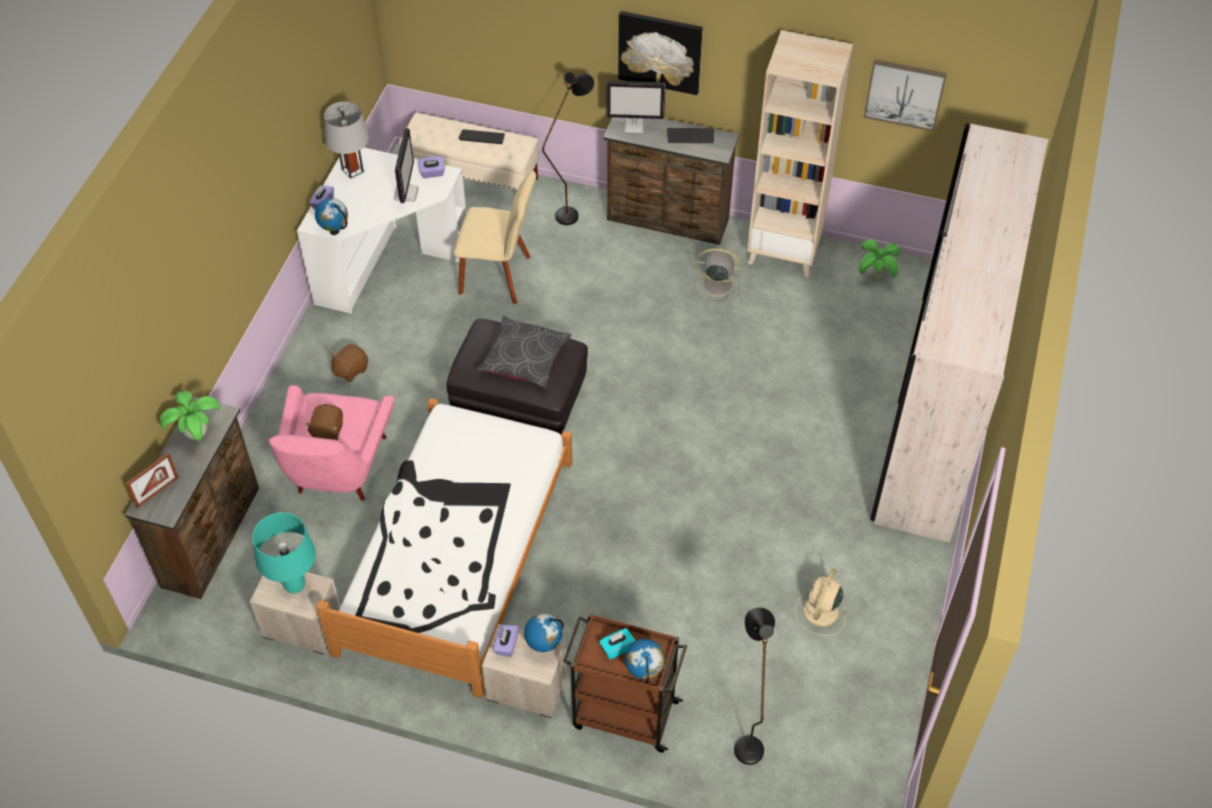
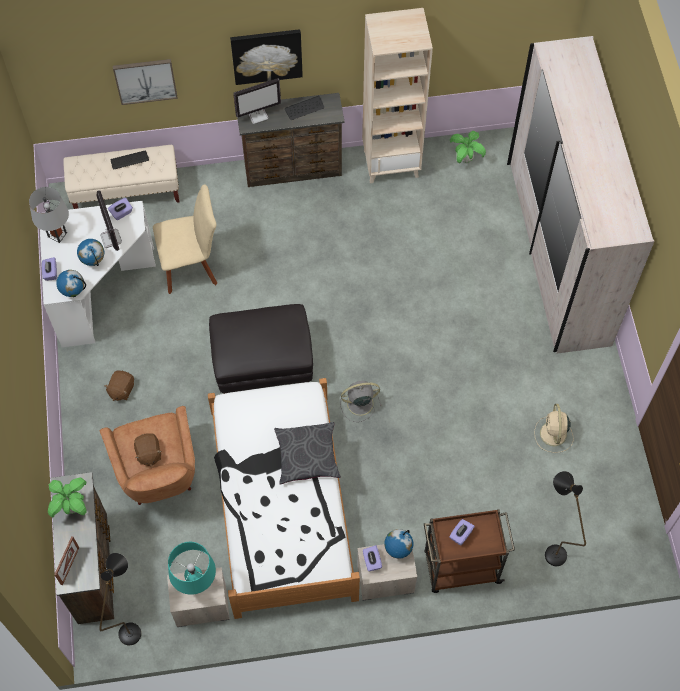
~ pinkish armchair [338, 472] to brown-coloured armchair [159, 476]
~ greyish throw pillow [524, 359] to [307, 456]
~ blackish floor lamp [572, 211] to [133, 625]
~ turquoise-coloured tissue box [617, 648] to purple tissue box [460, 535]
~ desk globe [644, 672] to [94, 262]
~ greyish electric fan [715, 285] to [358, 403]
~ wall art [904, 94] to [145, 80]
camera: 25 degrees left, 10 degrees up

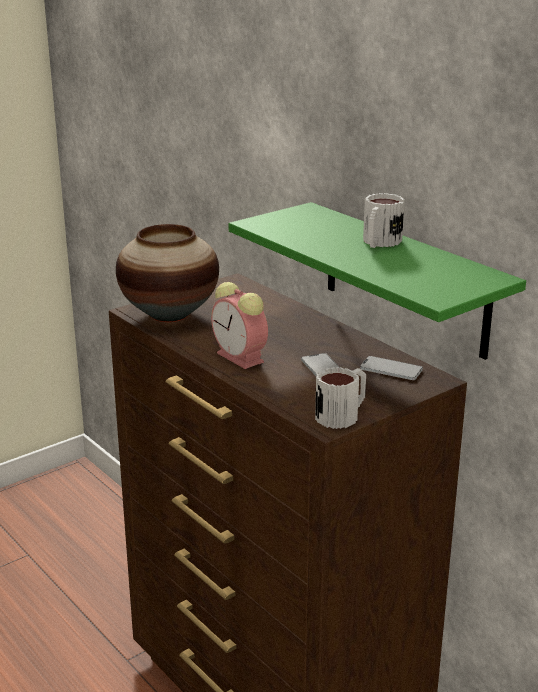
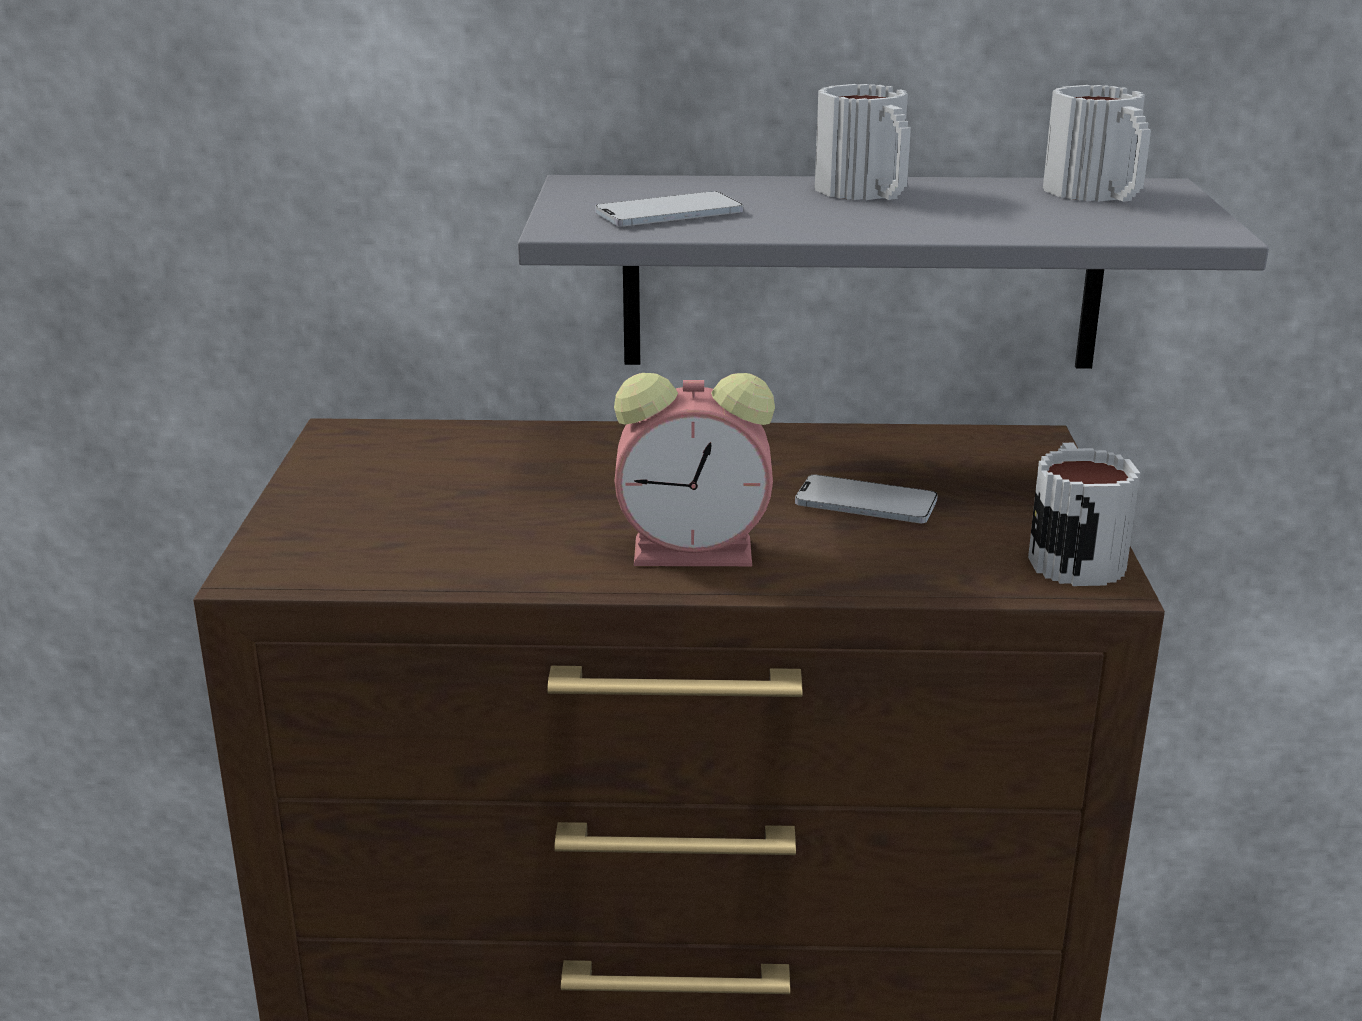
- vase [170, 314]
~ green-coloured wall shelf [405, 279] to greyish wall shelf [861, 272]
~ phone [391, 369] to [669, 213]
+ coffee mug [1099, 195]
camera: 50 degrees left, 0 degrees up

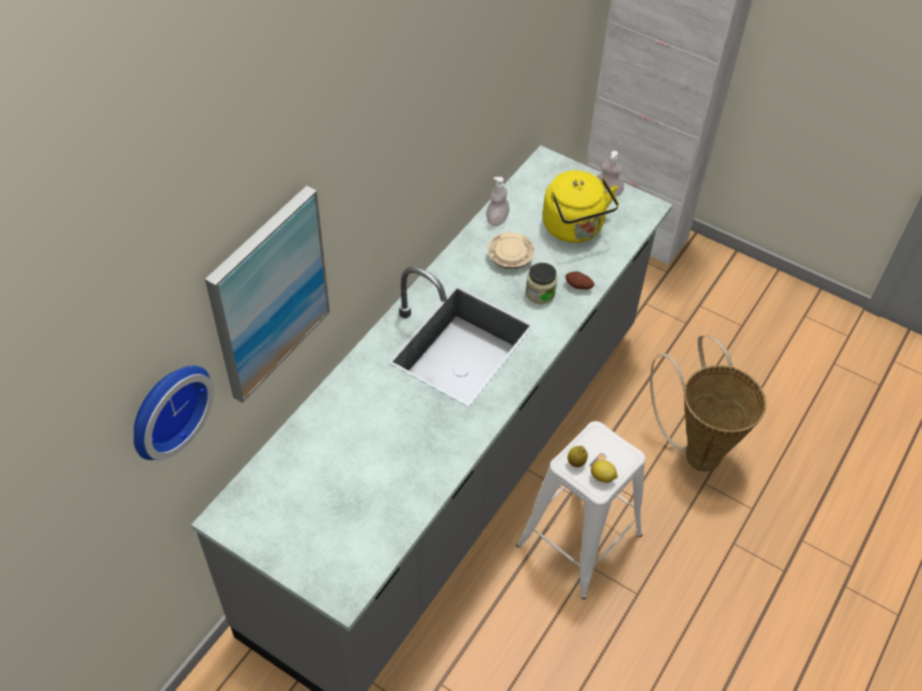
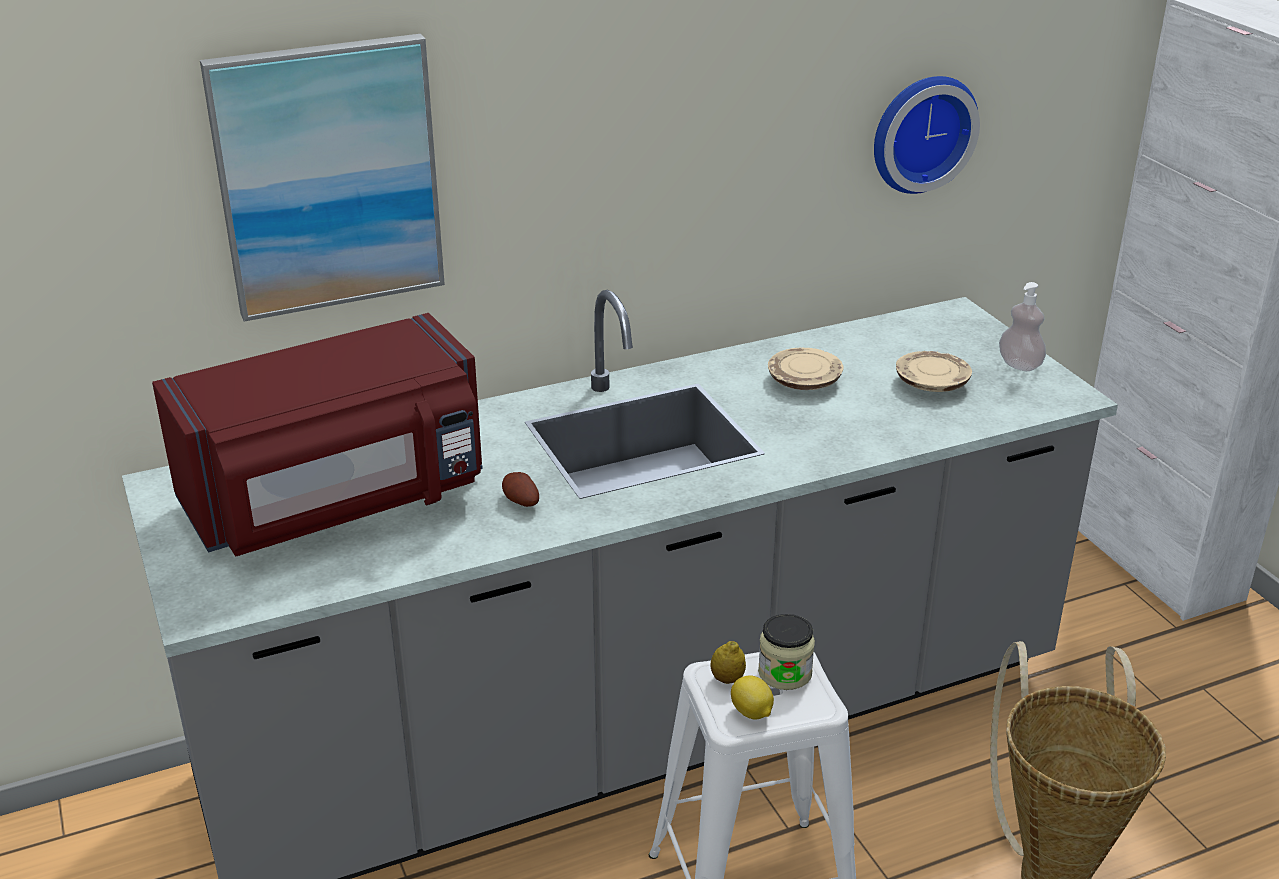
~ hanging clock [166, 408] to [920, 132]
- liquid soap bottle [497, 219]
~ storage jar [540, 293] to [785, 673]
~ yellow-coloured kettle [575, 229] to beige-coloured dinner plate [931, 383]
~ potato [578, 287] to [520, 502]
+ red microwave oven [339, 502]
camera: 35 degrees right, 20 degrees down

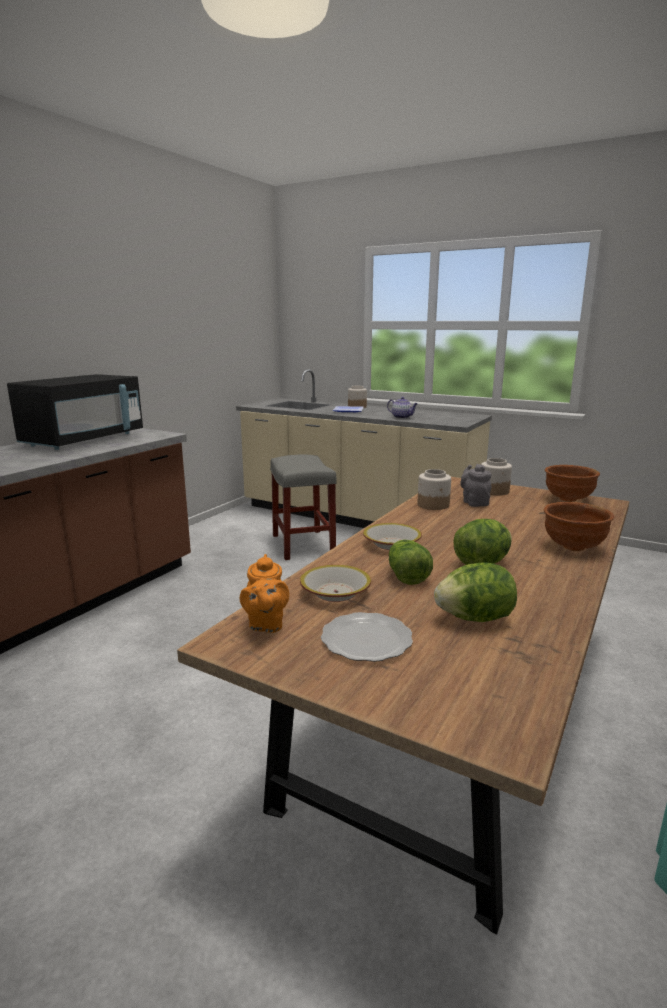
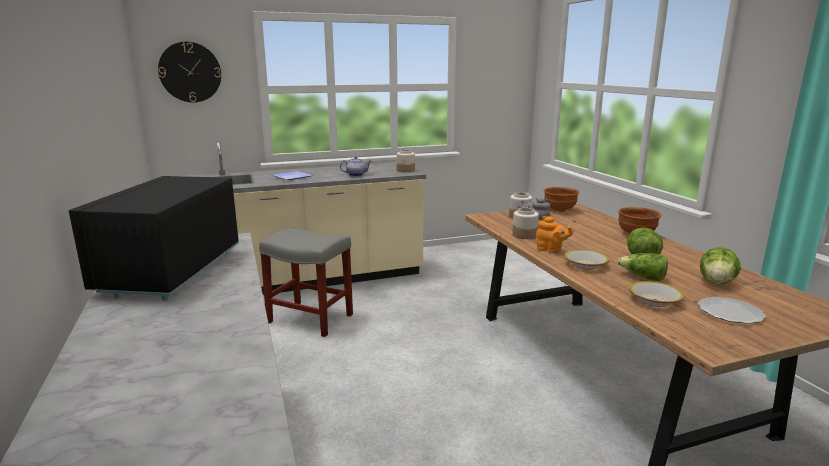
~ blackish microwave oven [85, 440] = [171, 271] 150 degrees counterclockwise
~ orange-coloured pot for tea [265, 624] to [551, 250]
~ storage jar [357, 407] to [405, 170]
+ hanging clock [190, 72]
camera: 50 degrees left, 0 degrees up

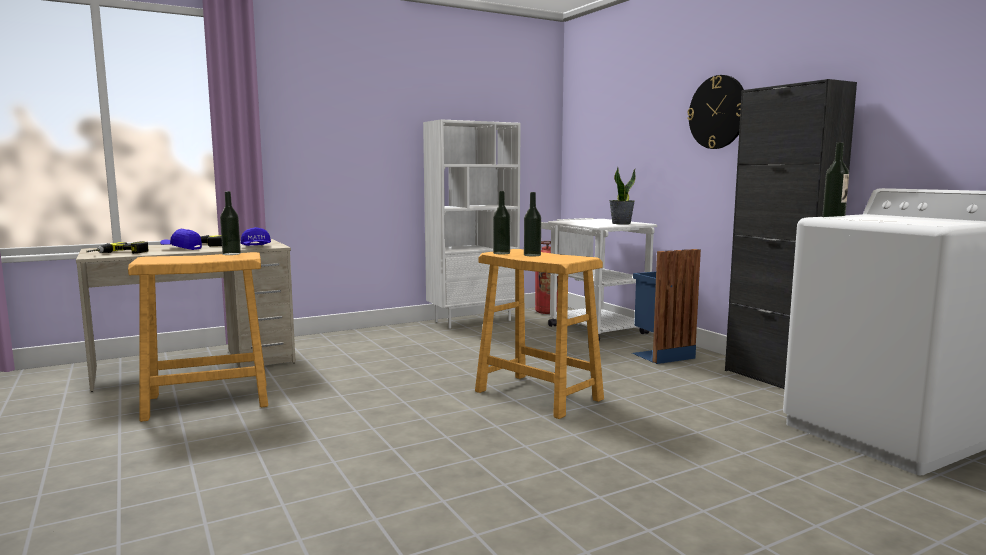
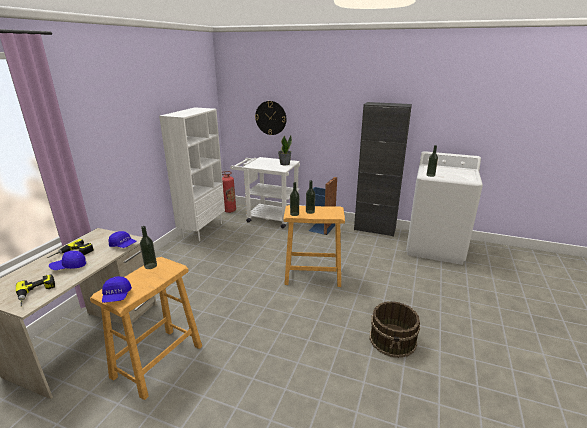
~ hanging clock [717, 112] to [271, 118]
+ blue-coloured cap [117, 296]
+ brown-coloured water bucket [393, 339]
camera: 40 degrees left, 15 degrees up

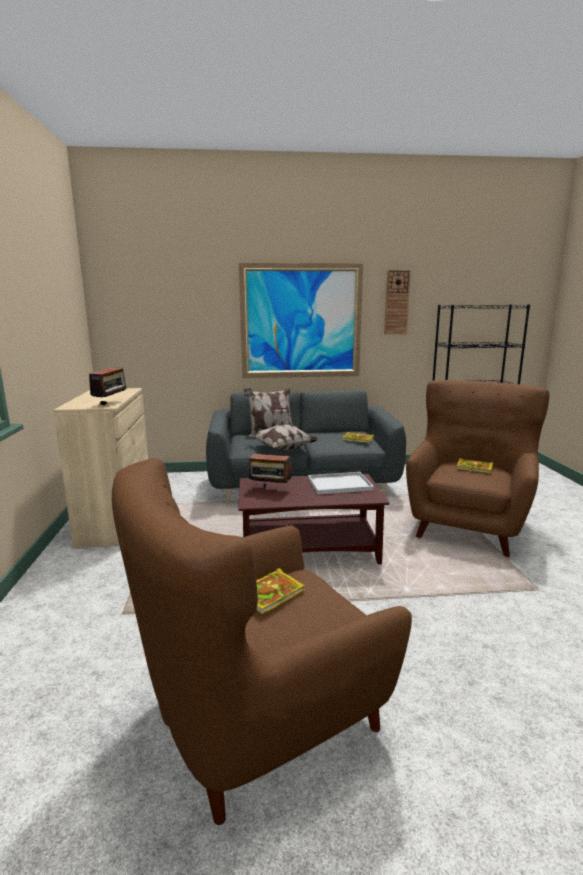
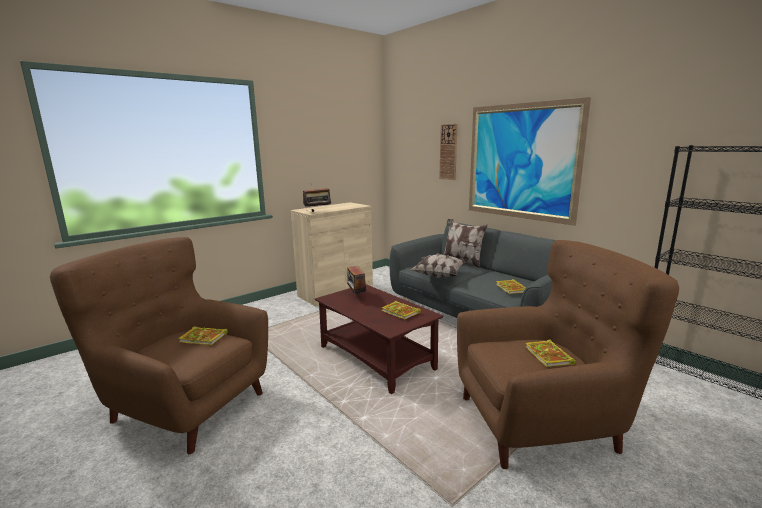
~ whitish serving tray [340, 484] to volume [401, 312]
~ hanging clock [396, 302] to [448, 152]
camera: 55 degrees right, 0 degrees up

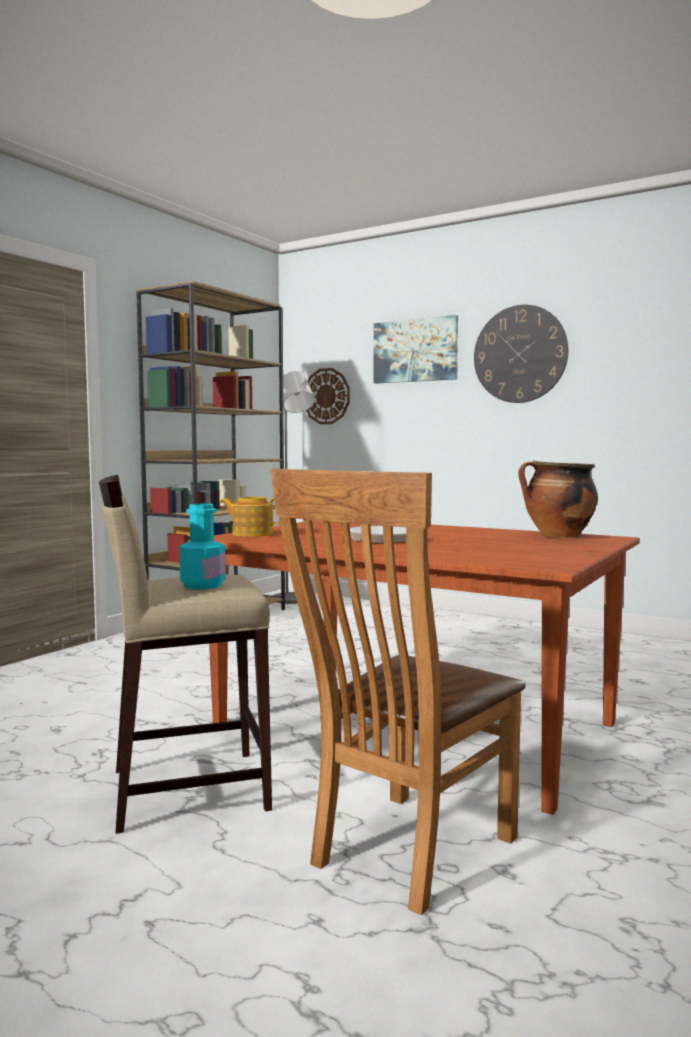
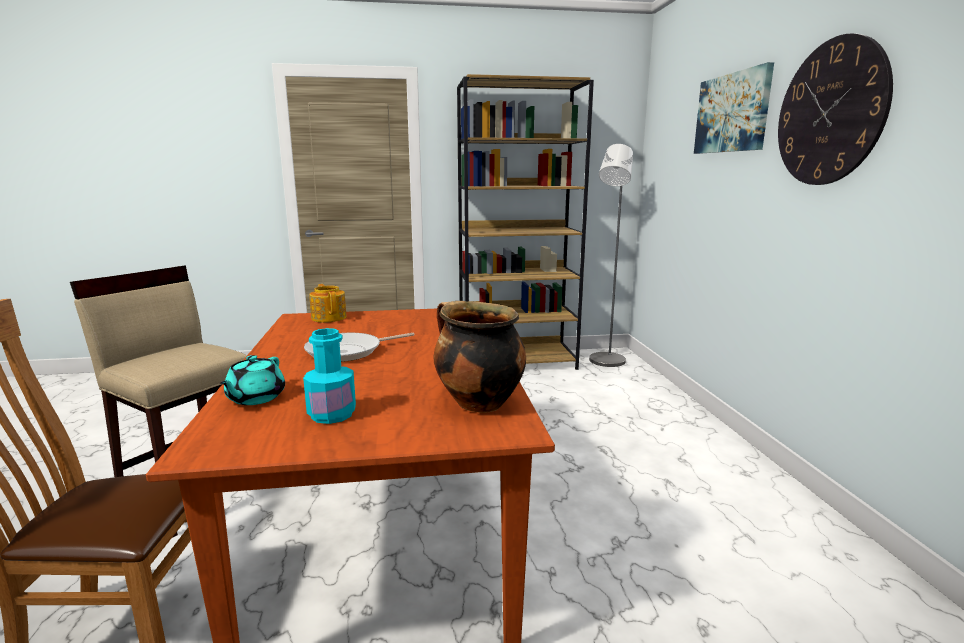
~ turquoise-coloured bottle [203, 585] to [332, 414]
- hanging clock [326, 396]
+ turquoise-coloured pot for tea [255, 398]
camera: 50 degrees right, 10 degrees up

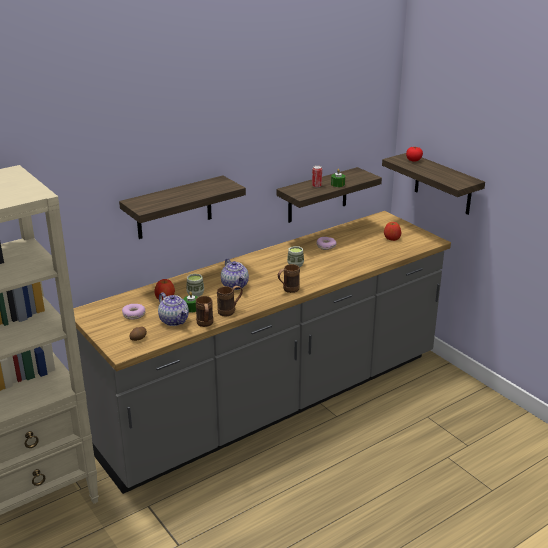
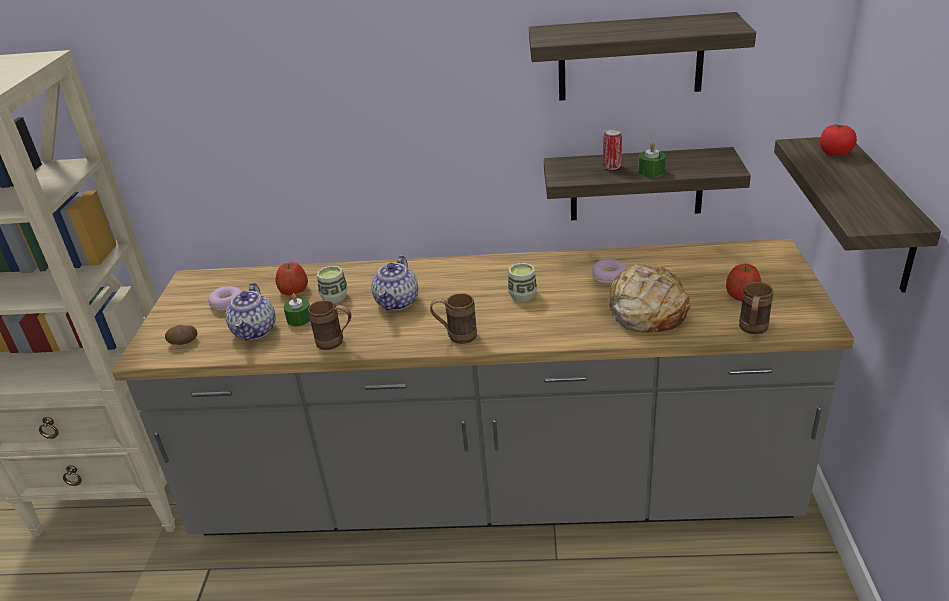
~ wall shelf [174, 208] to [630, 58]
~ brown-coloured coffee mug [205, 325] to [752, 330]
+ bread [646, 311]
camera: 40 degrees right, 5 degrees up

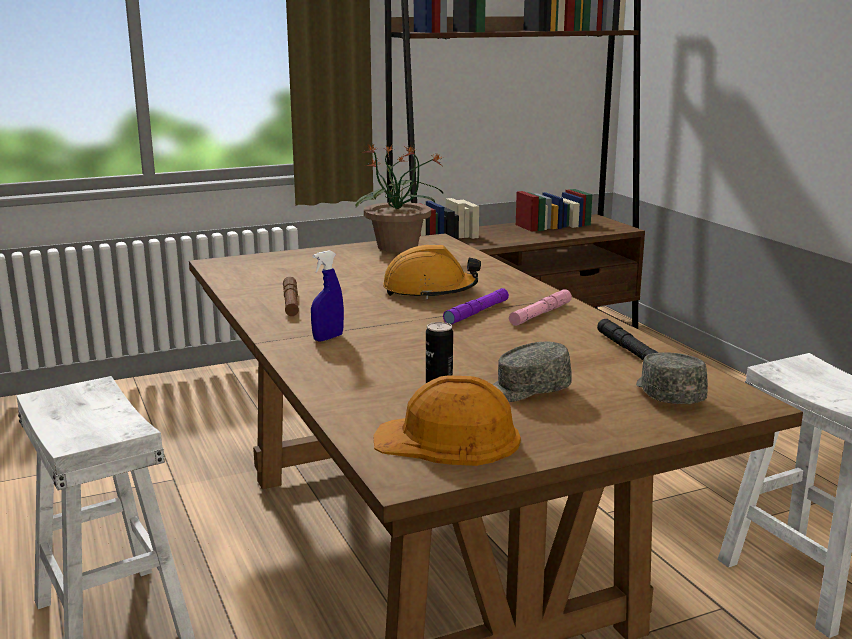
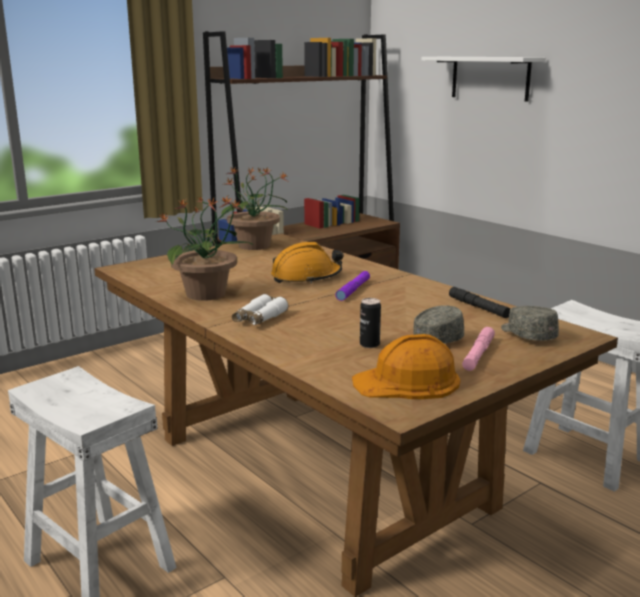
~ brown-coloured torch [291, 302] to plant in a pot [207, 294]
~ blue-coloured spray bottle [328, 338] to whitish field glasses [259, 318]
~ pinkish torch [540, 314] to [478, 354]
+ whitish wall shelf [490, 78]
camera: 15 degrees left, 0 degrees up

